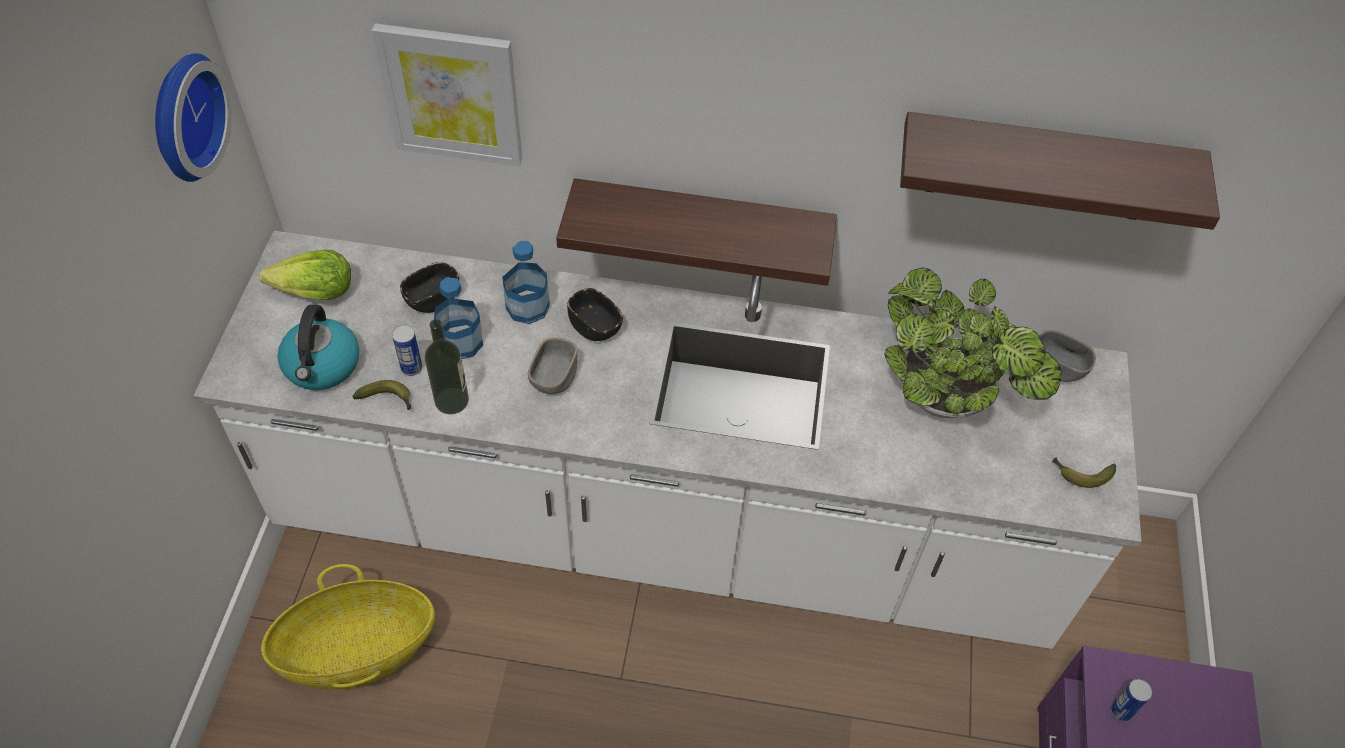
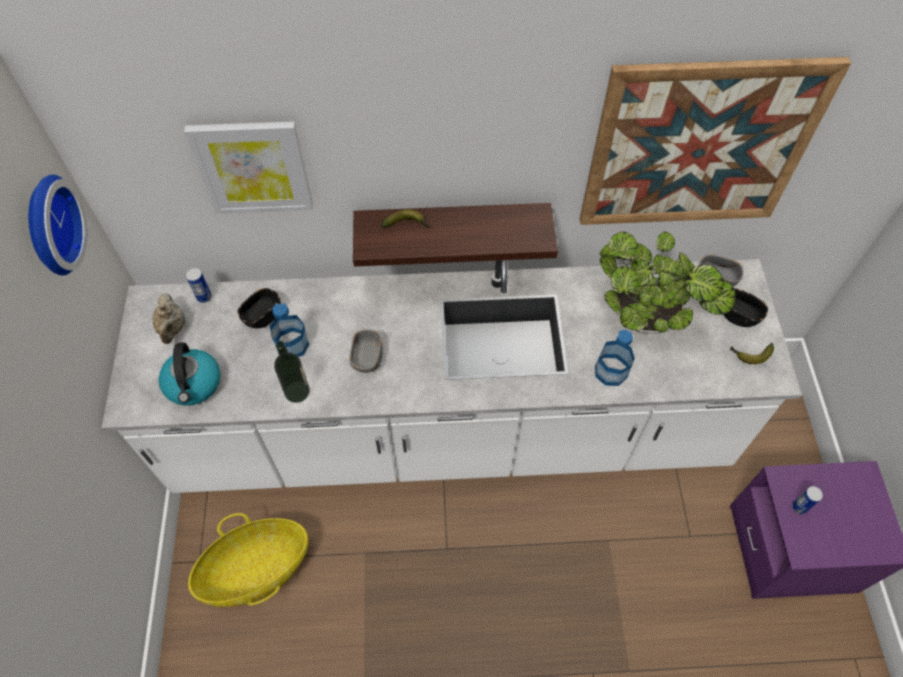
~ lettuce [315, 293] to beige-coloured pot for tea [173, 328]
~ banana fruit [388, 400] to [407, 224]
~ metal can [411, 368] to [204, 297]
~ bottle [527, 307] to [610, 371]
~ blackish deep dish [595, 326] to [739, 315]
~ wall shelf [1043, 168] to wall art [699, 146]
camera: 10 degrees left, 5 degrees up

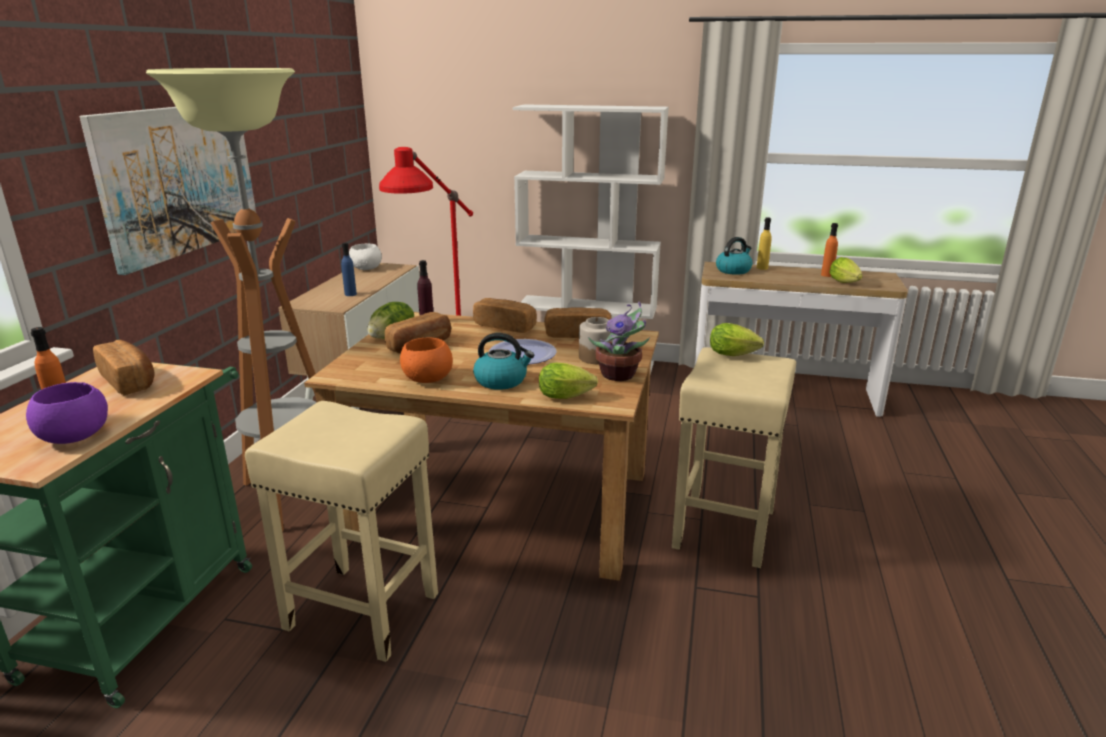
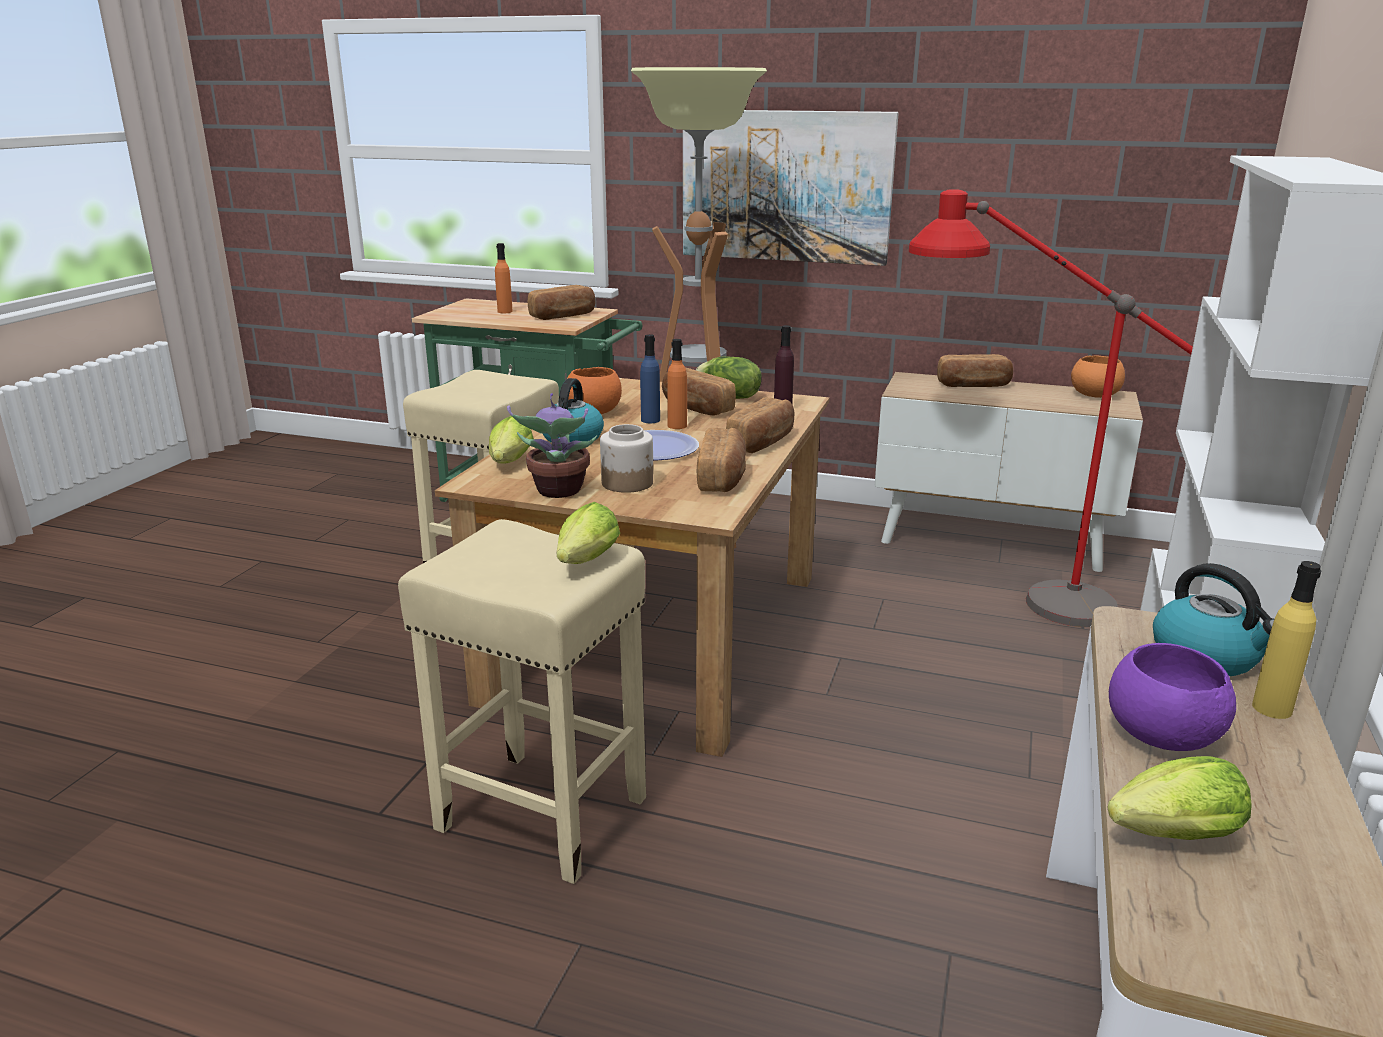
~ purple deep dish [75, 437] to [1161, 737]
~ blue-coloured bottle [350, 294] to [650, 420]
~ whitish deep dish [366, 268] to orange-coloured deep dish [1094, 395]
~ orange-coloured bottle [827, 275] to [677, 426]
+ bread [973, 385]
camera: 95 degrees right, 0 degrees up

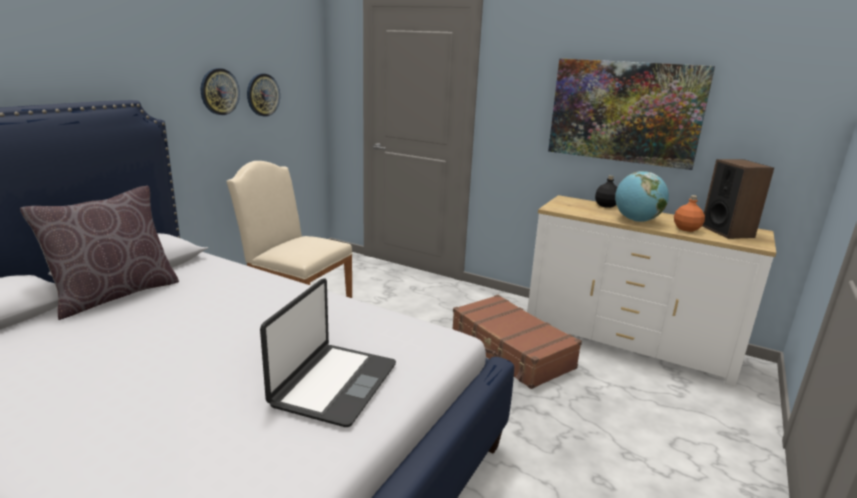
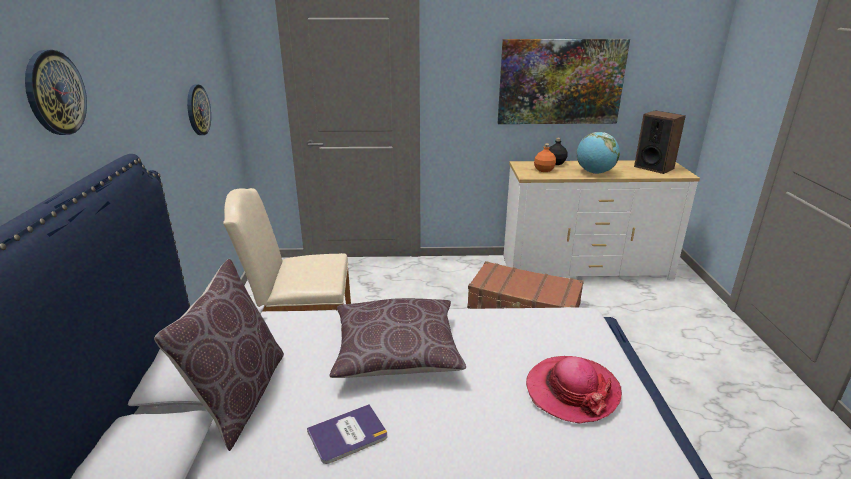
~ hanging clock [219, 91] to [55, 93]
~ laptop [333, 384] to clothing hat [571, 391]
~ orange-coloured bottle [686, 229] to [544, 170]
+ volume [348, 434]
+ brown-coloured throw pillow [397, 352]
camera: 30 degrees left, 5 degrees up

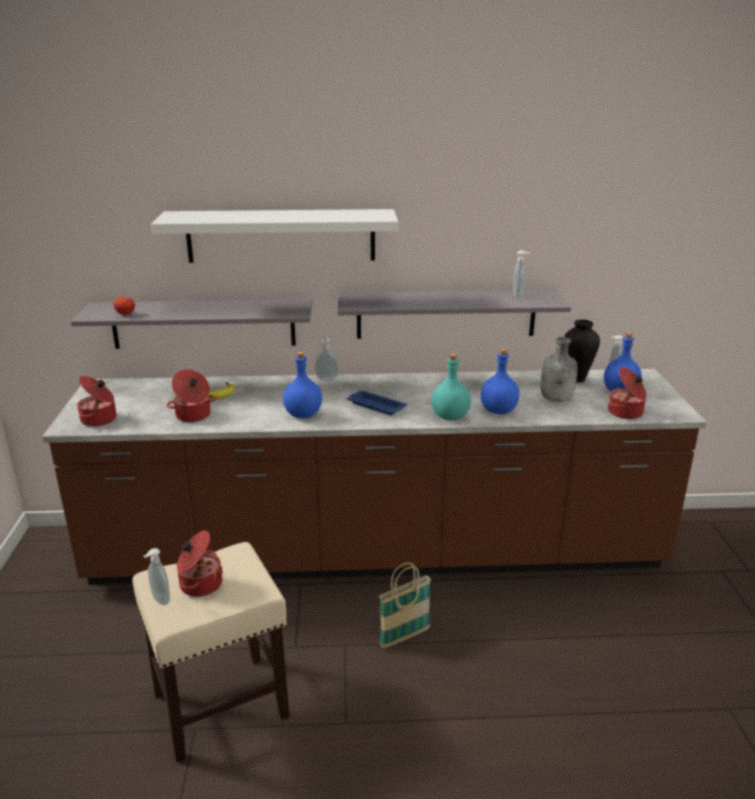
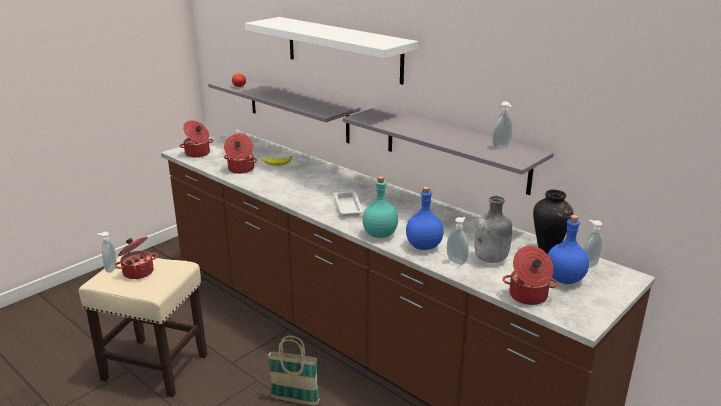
- blue-coloured bottle [302, 415]
~ liquid soap bottle [327, 379] to [457, 261]
~ blue-coloured serving tray [375, 406] to whitish serving tray [348, 206]
camera: 45 degrees right, 0 degrees up

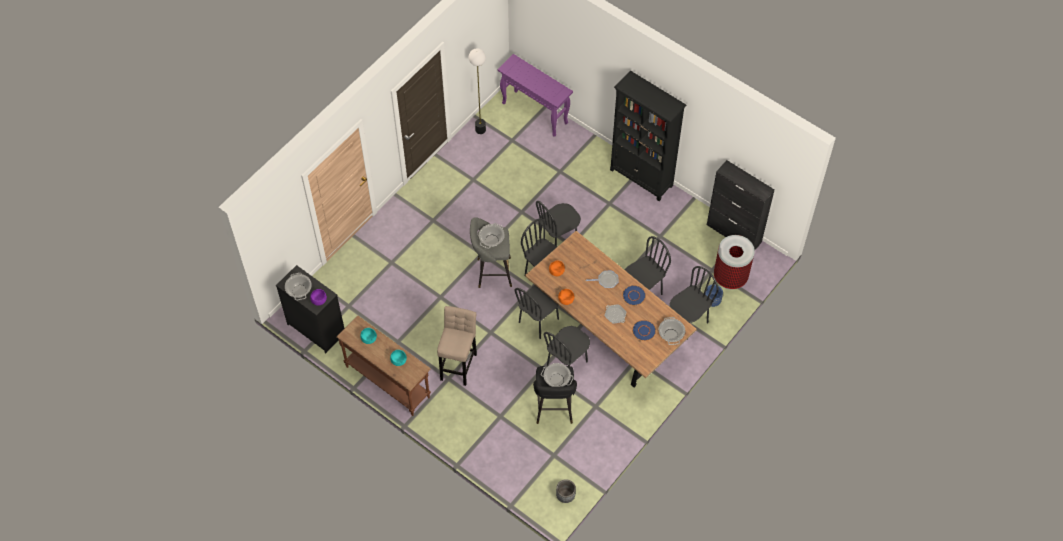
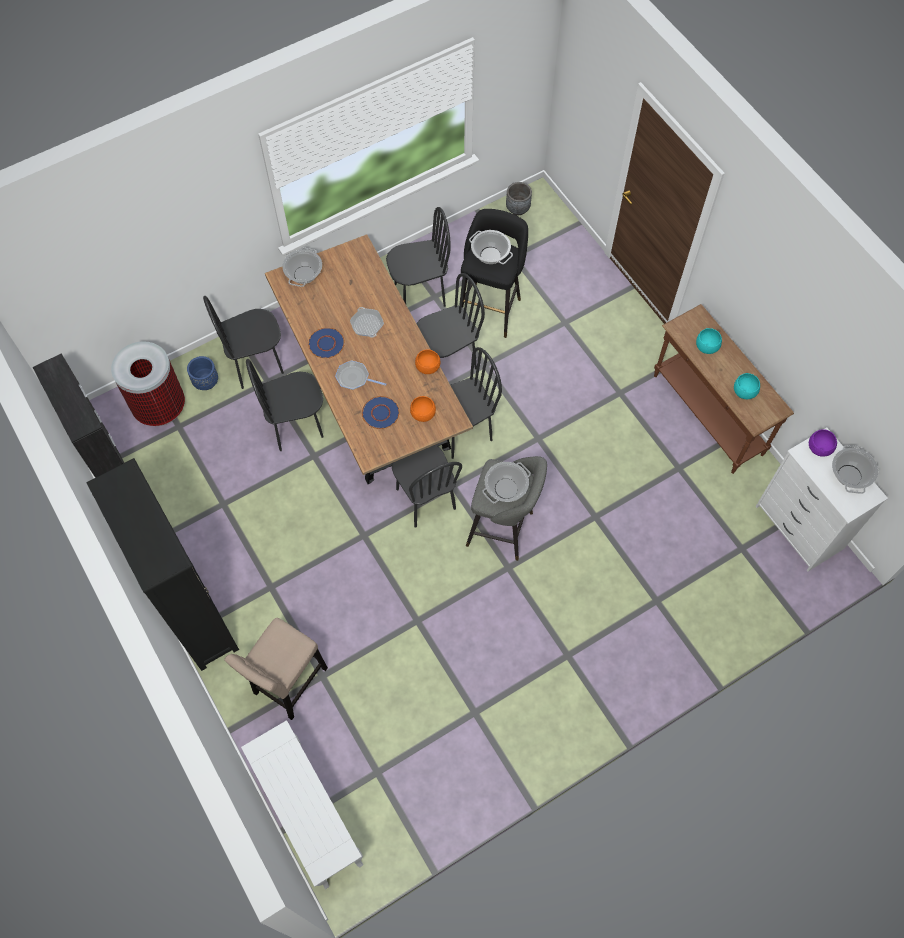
~ blackish chest of drawers [316, 328] to whitish chest of drawers [798, 527]
~ beige-coloured stool [459, 364] to [288, 685]
- floor lamp [480, 130]
~ purple console table [535, 113] to whitish console table [311, 817]
~ blackish plain chair [558, 240] to [419, 294]
~ blue-coloured dinner plate [644, 331] to [381, 413]
camera: 160 degrees left, 5 degrees up

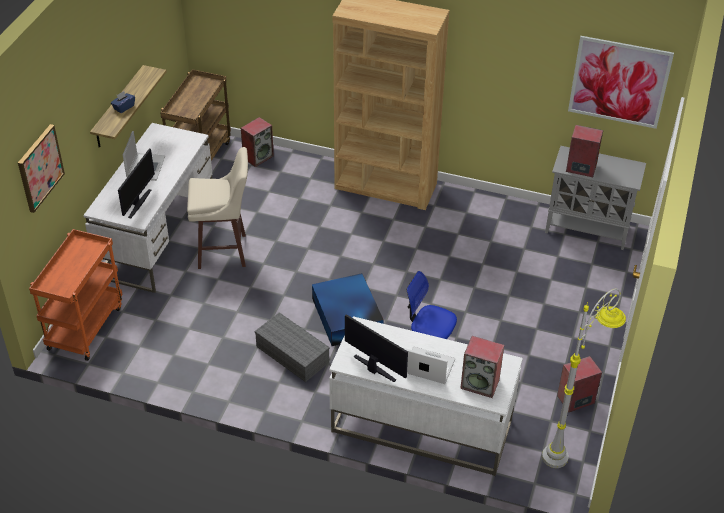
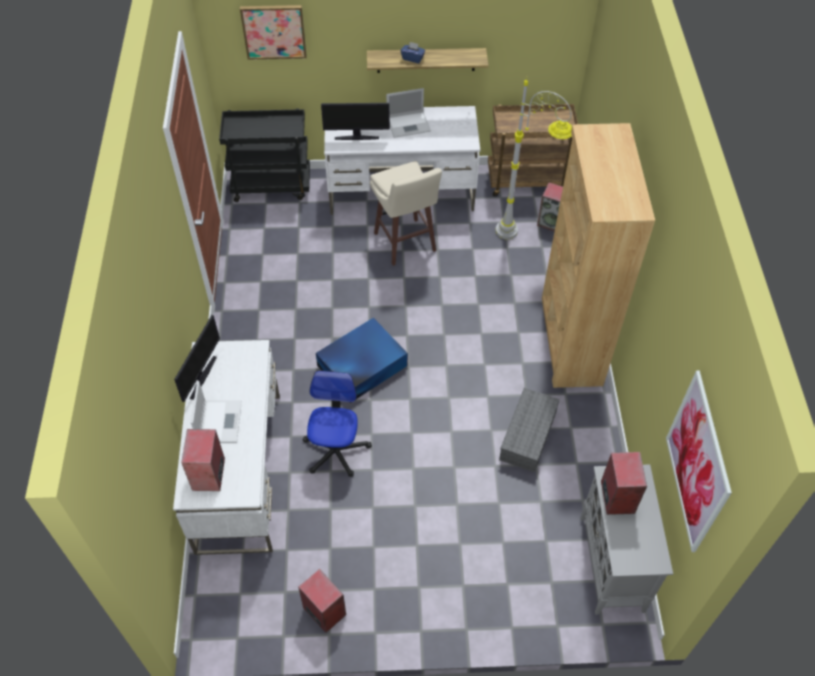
~ orange-coloured cart [85, 326] to blackish cart [272, 186]
~ greyish storage container [293, 354] to [528, 437]
~ greyish floor lamp [570, 445] to [524, 238]
camera: 70 degrees right, 10 degrees up

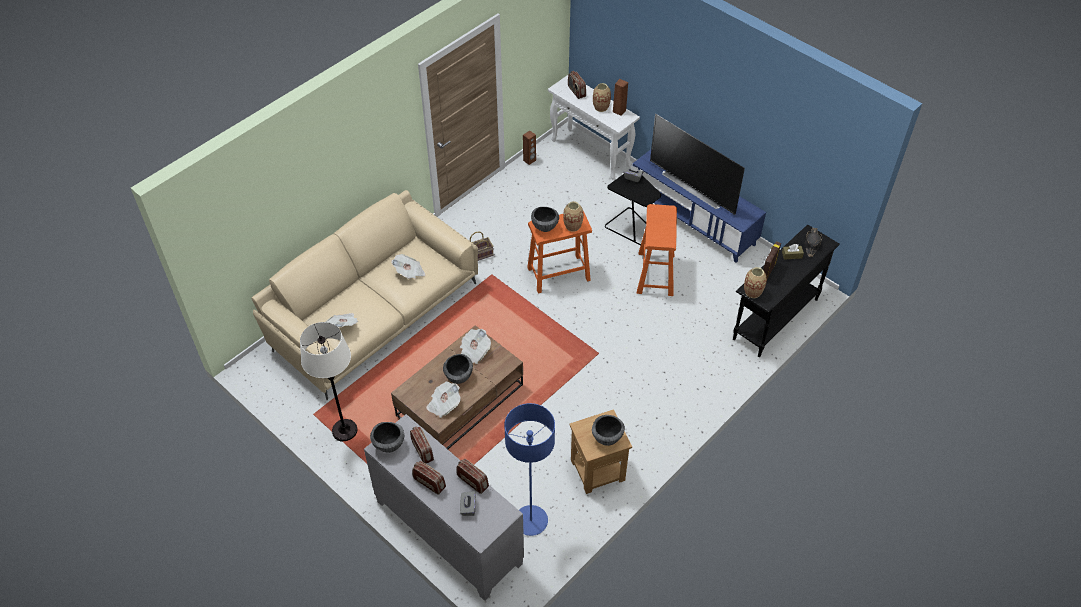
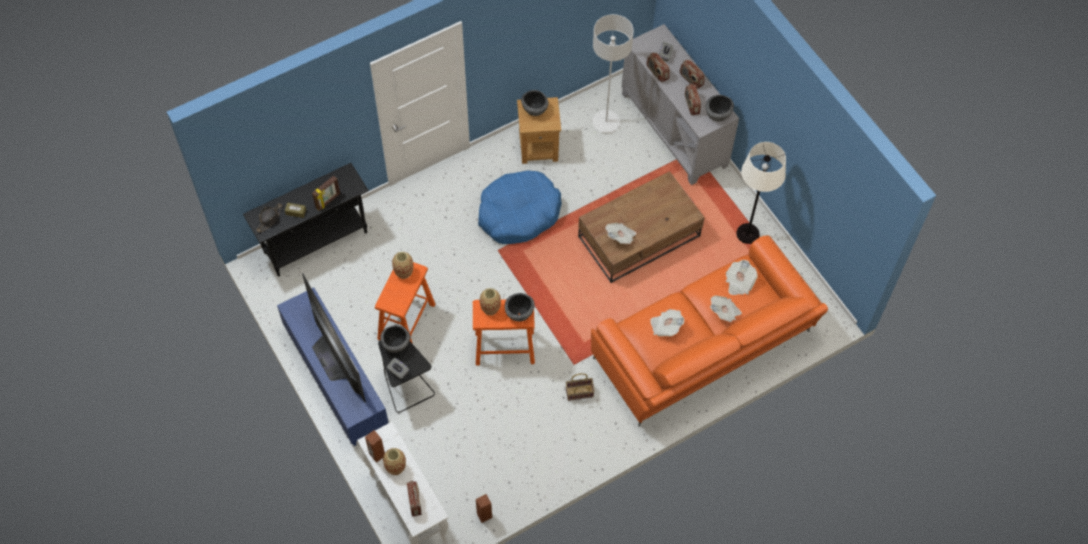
~ beige-coloured couch [374, 314] to orange-coloured couch [703, 348]
~ daily paper [443, 404] to [724, 312]
~ deep dish [459, 377] to [396, 345]
~ blue-coloured floor lamp [531, 521] to greyish floor lamp [606, 122]
~ vase [752, 292] to [404, 272]
+ blue-coloured pet bed [518, 213]
camera: 165 degrees left, 10 degrees up

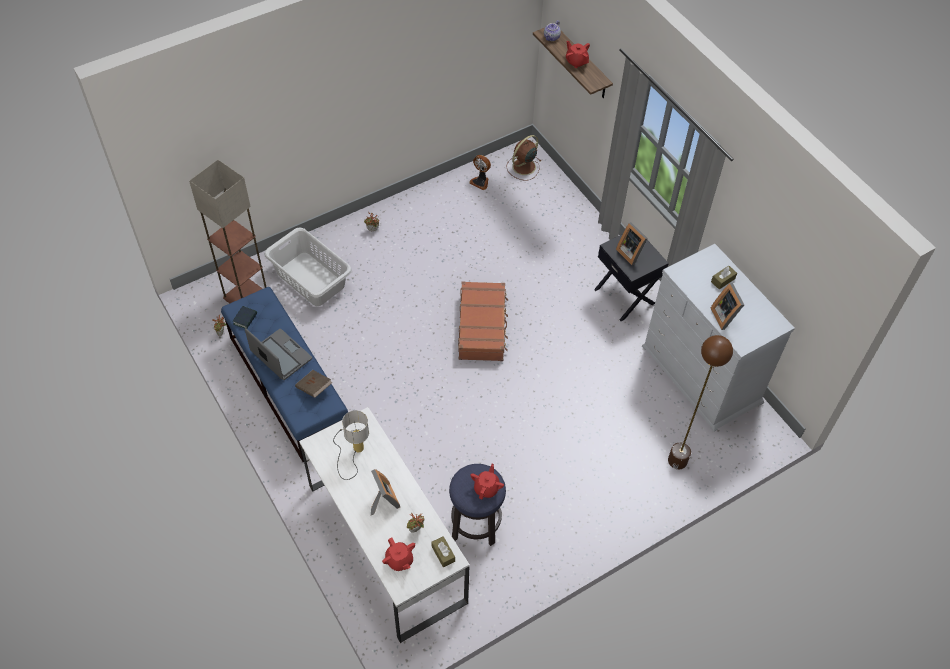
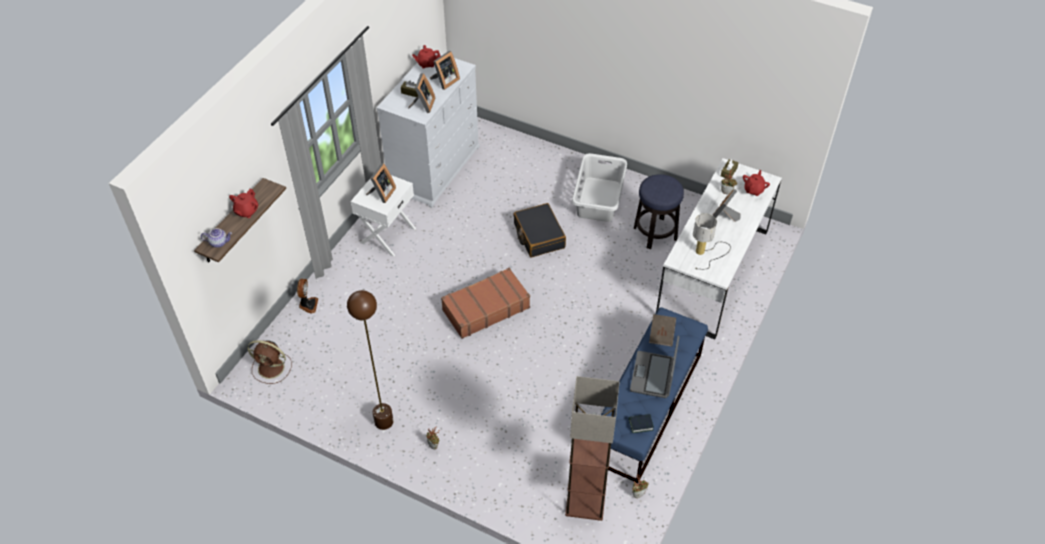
~ greyish hamper [310, 280] to [599, 199]
~ electric fan [480, 182] to [308, 305]
~ red pot for tea [486, 488] to [427, 64]
~ blackish night table [625, 296] to whitish night table [387, 235]
~ brown-coloured floor lamp [677, 460] to [383, 421]
+ standing frame [423, 105]
+ blackish suitcase [538, 236]
camera: 120 degrees left, 5 degrees down

